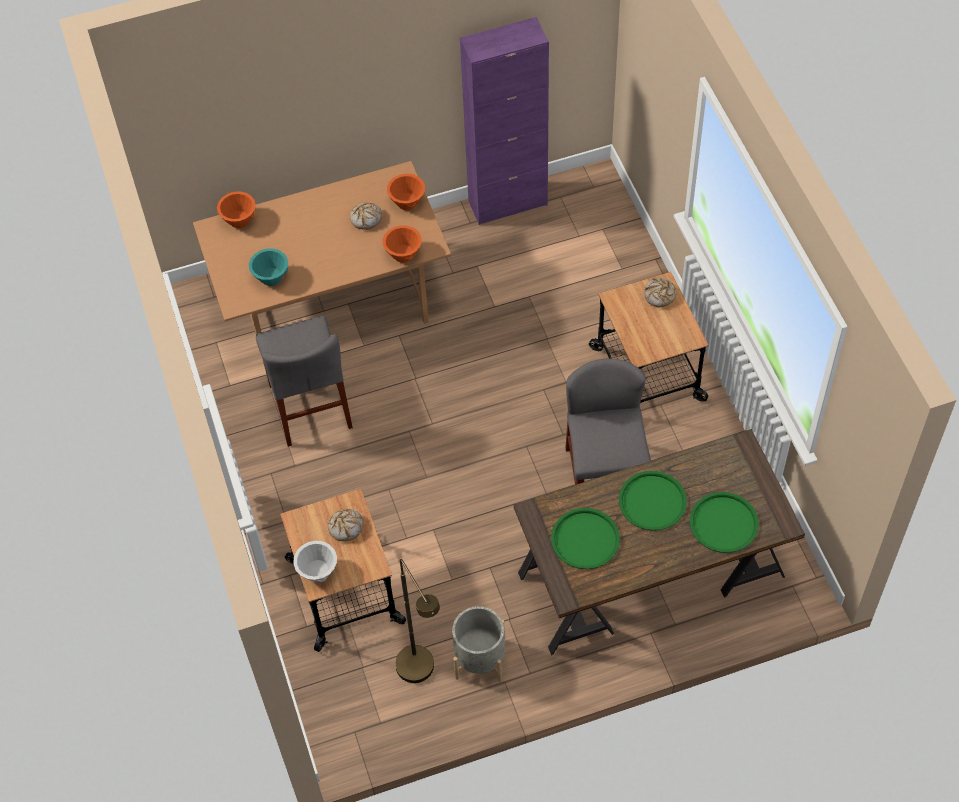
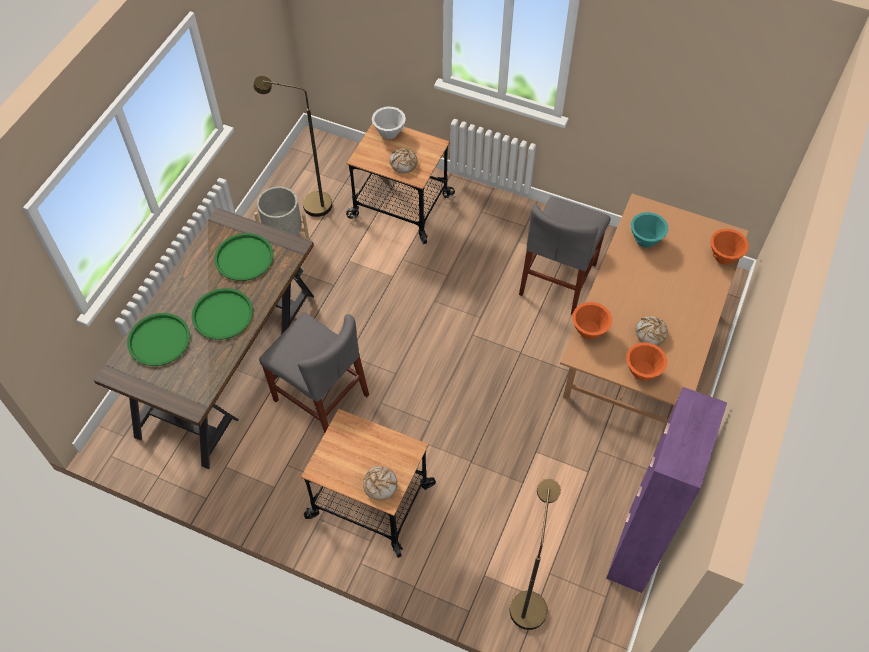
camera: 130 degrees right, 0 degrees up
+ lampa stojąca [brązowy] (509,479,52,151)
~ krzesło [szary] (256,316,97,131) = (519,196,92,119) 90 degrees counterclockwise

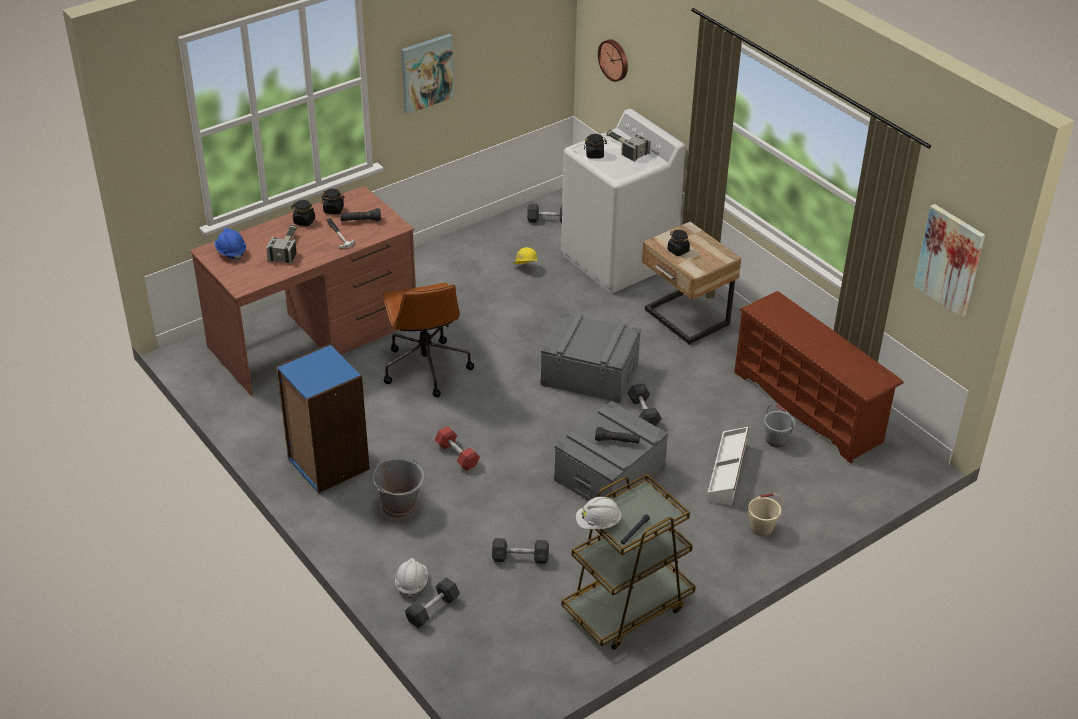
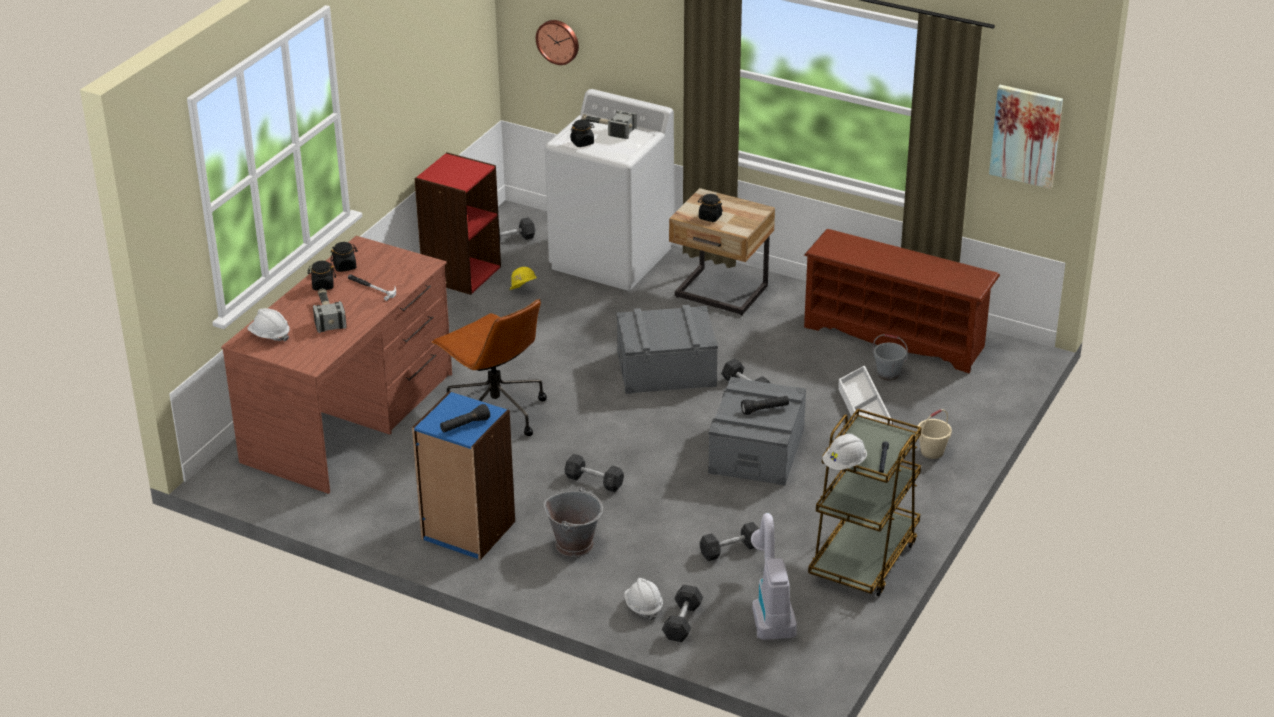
camera: 25 degrees left, 5 degrees down
- obraz (401,34,53,80)
+ regał [czerwony] (414,152,87,143)
+ odkurzacz (751,513,46,127)
~ latarka [czarny] (340,208,41,13) to (440,404,50,28)
~ kask [niebieski] (214,228,32,33) to kask [biały] (248,308,42,33)
~ hantel [czerwony] (434,426,46,45) to hantel [szary] (565,454,59,38)

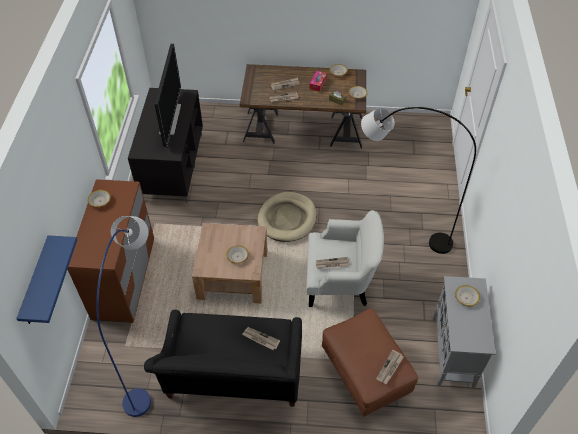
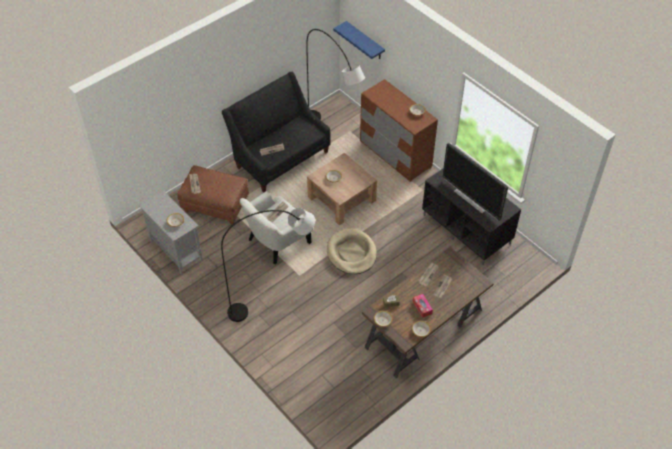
camera: 135 degrees right, 0 degrees up
~ lampa stojąca [niebieski] (96,216,55,201) to lampa stojąca [szary] (306,29,59,91)

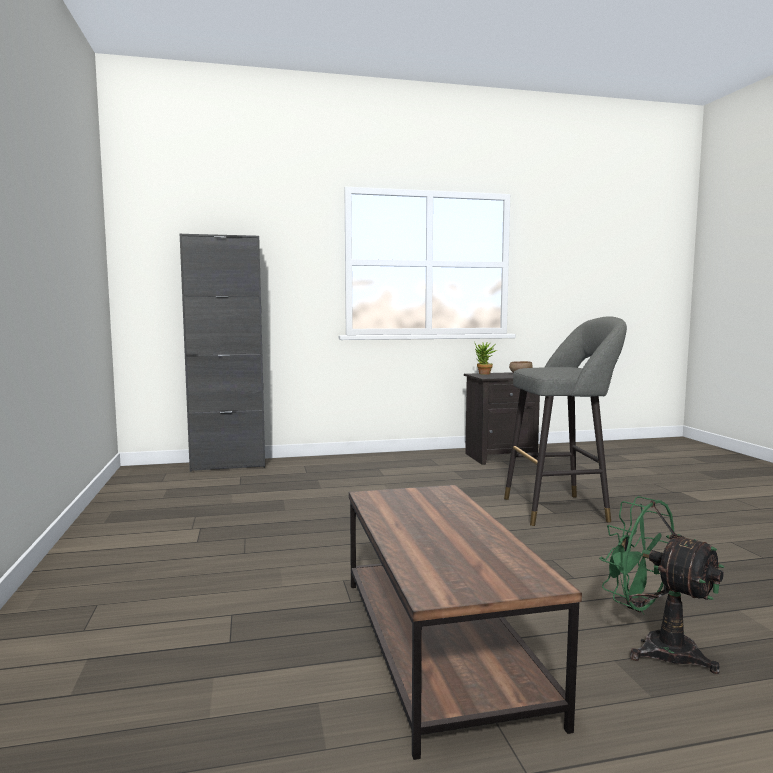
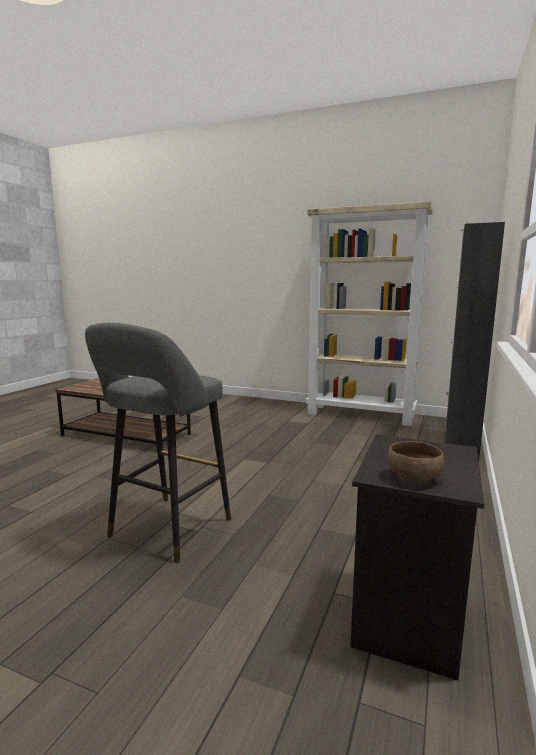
camera: 125 degrees right, 5 degrees up
- roślina doniczkowa (474,341,23,34)
- wentylator [zielony] (599,496,125,178)
+ regał [beżowy] (306,201,127,225)

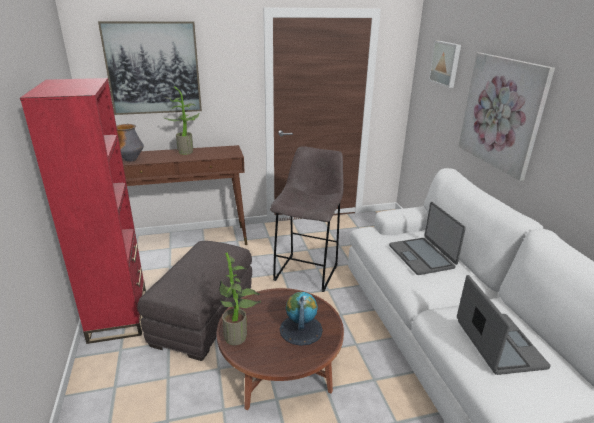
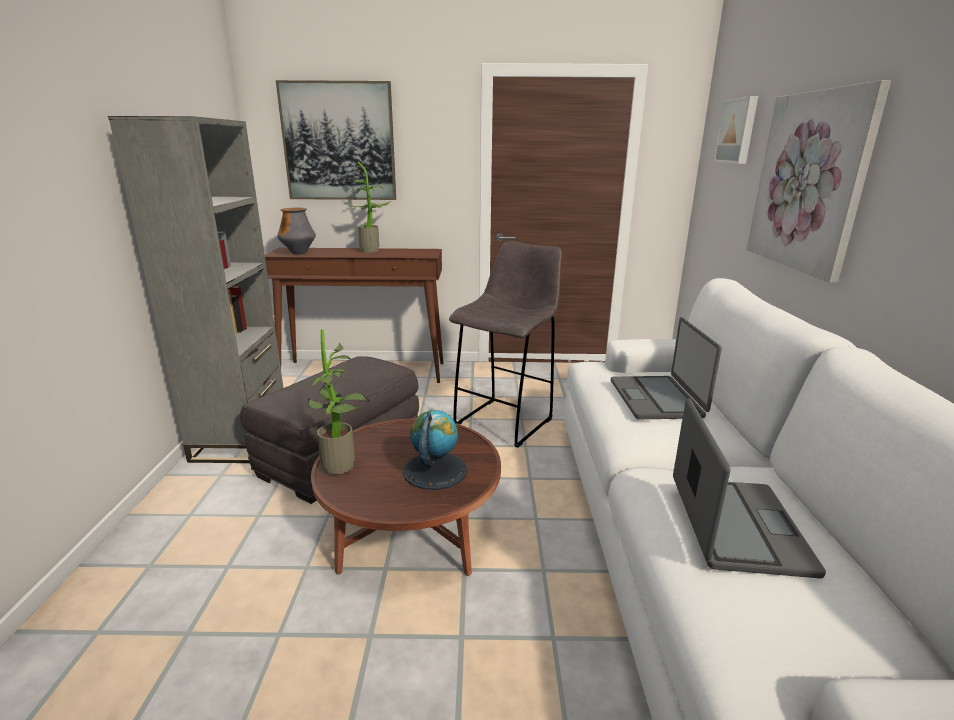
camera: 15 degrees right, 5 degrees down
~ regał [czerwony] (20,78,126,266) to regał [szary] (108,116,176,347)

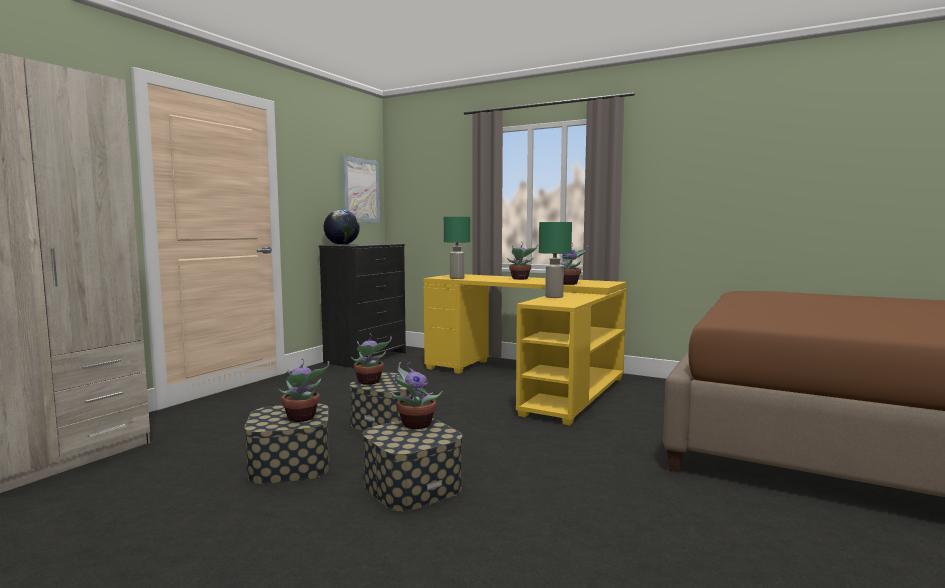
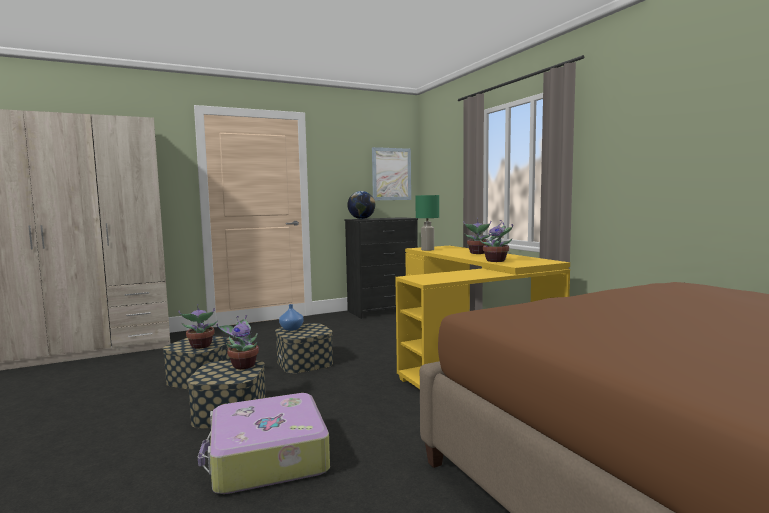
camera: 35 degrees right, 0 degrees up
- lampa stołowa [zielony] (539,222,33,76)
+ walizka (198,393,132,101)
~ roślina doniczkowa (351,334,41,51) to wazon [niebieski] (279,304,25,27)

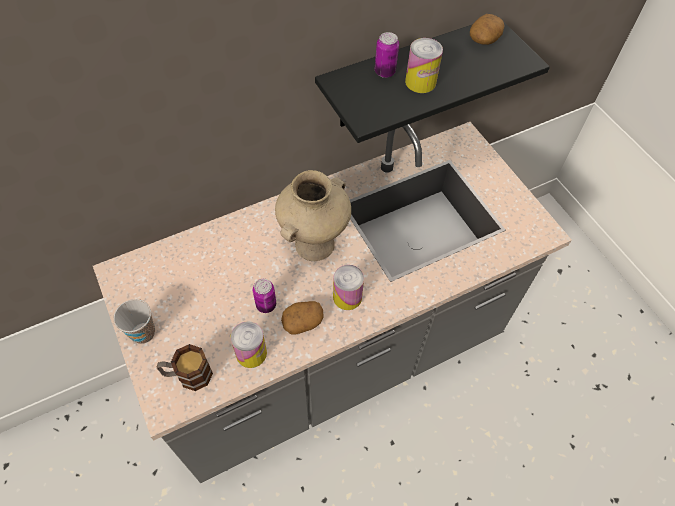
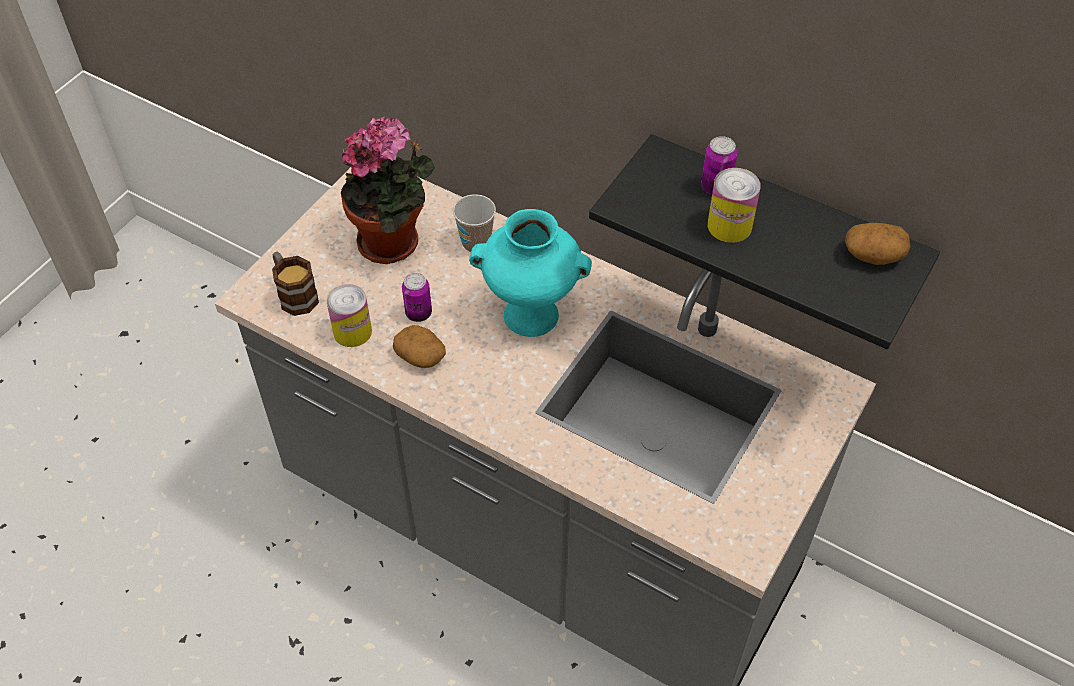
camera: 60 degrees right, 5 degrees down
- puszka (333,265,31,45)
+ roślina doniczkowa (341,116,94,148)
~ filiżanka (114,299,41,45) to (453,194,43,58)
~ wazon [beżowy] (275,170,76,91) to wazon [turkusowy] (469,209,123,128)

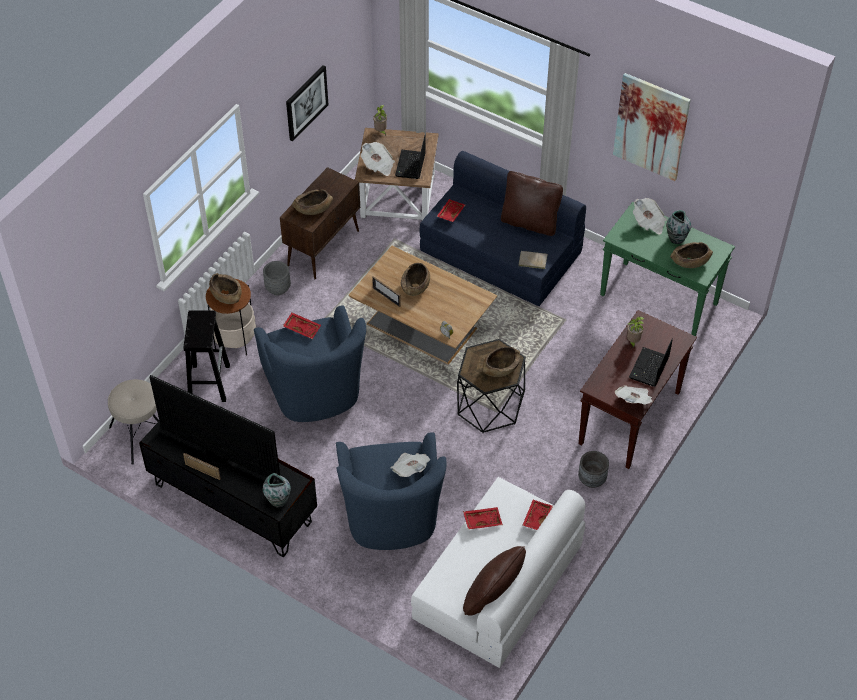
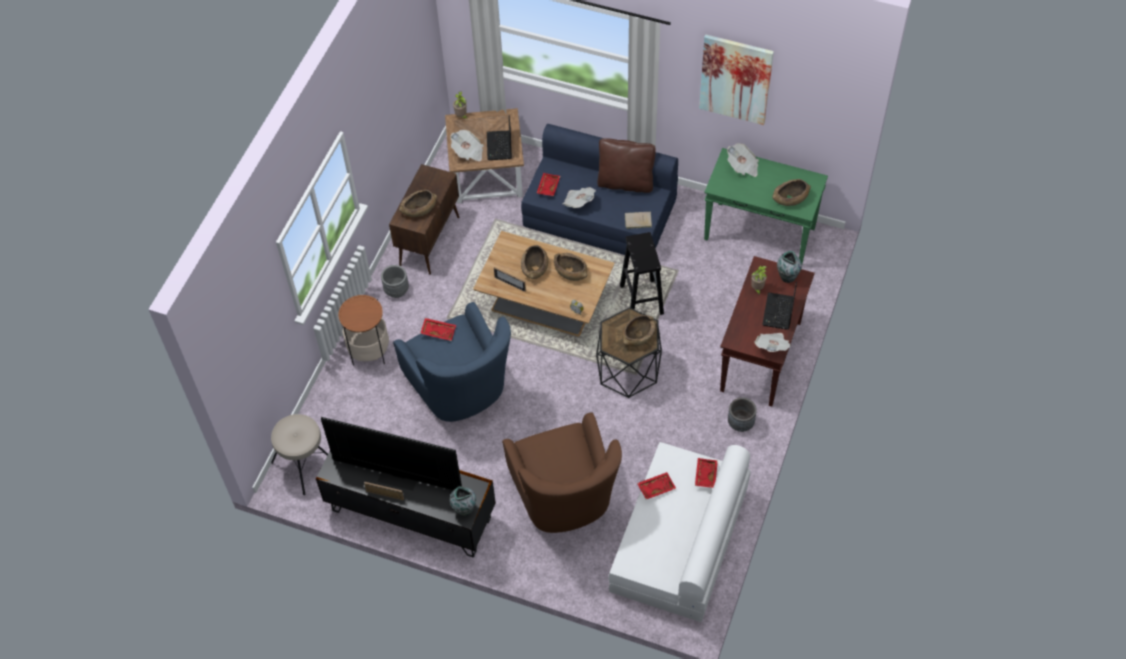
camera: 10 degrees left, 5 degrees up
- obraz (286,65,43,77)
- poduszka [brązowy] (463,546,63,70)
~ stołek [czarny] (183,310,47,92) to (620,232,44,83)
~ miska [brązowy] (209,273,33,31) to (554,253,33,28)
~ gazeta (391,453,39,24) to (563,187,33,21)
~ wazon (666,210,25,34) to (777,251,25,32)
~ fotel [niebieski] (336,432,110,118) to fotel [brązowy] (502,413,120,120)

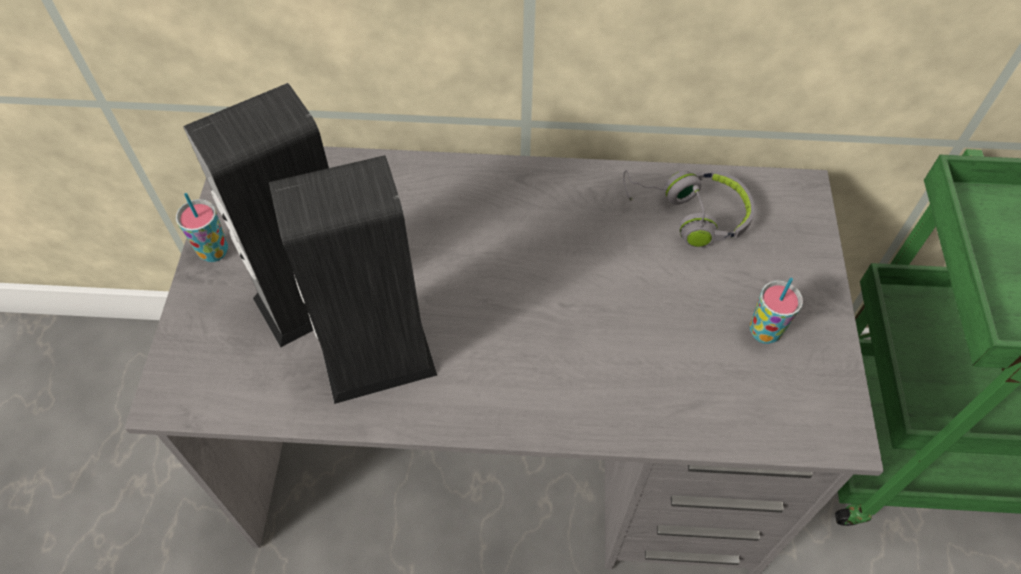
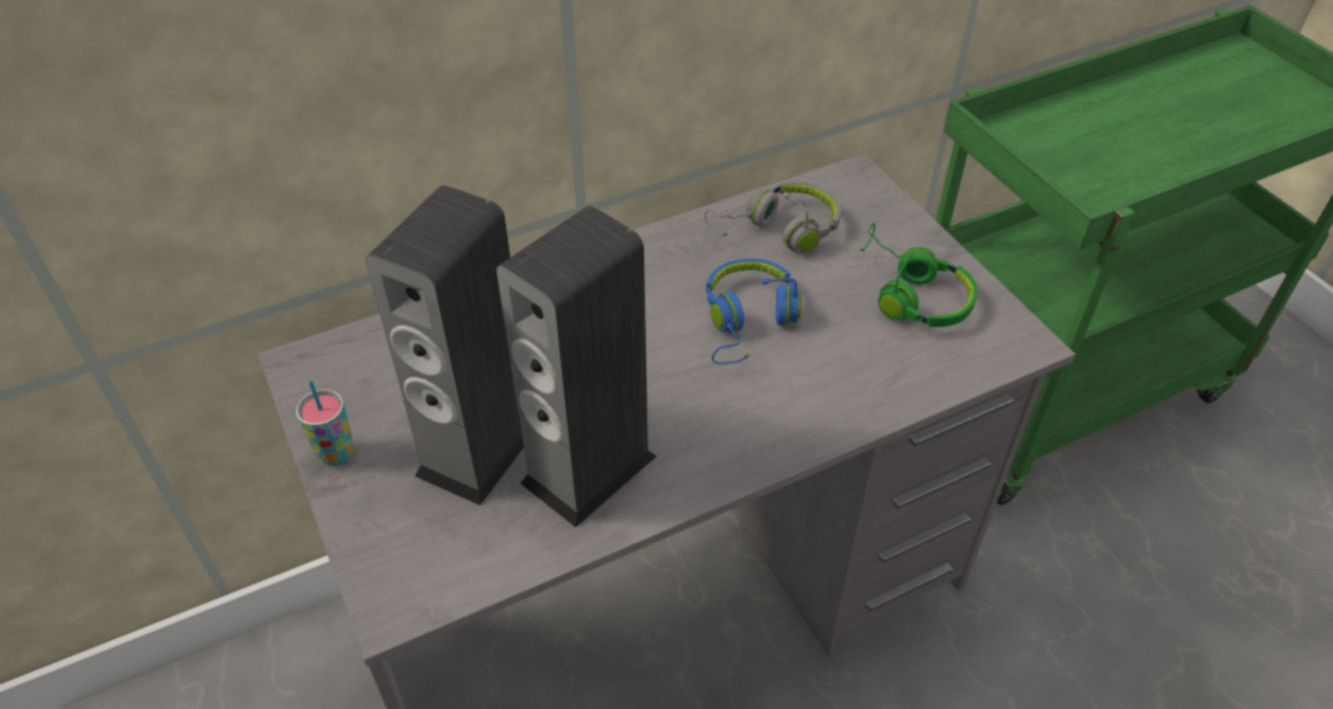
camera: 30 degrees left, 10 degrees down
+ słuchawki [niebieski] (706,258,95,106)
~ filiżanka (750,278,53,66) to słuchawki [zielony] (859,223,119,104)

